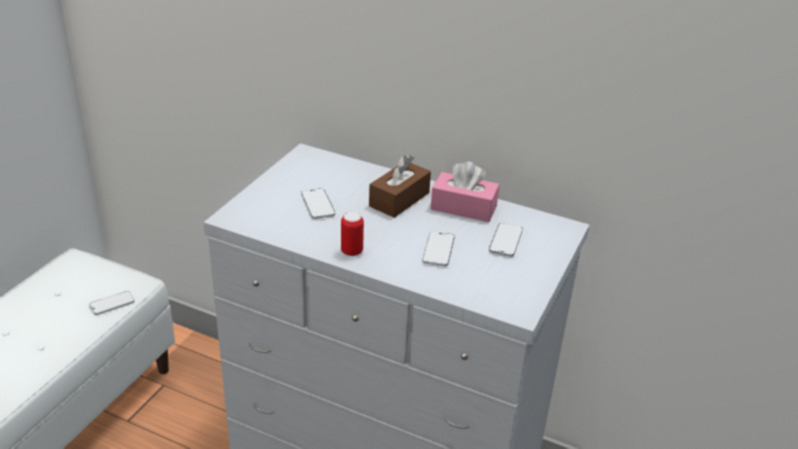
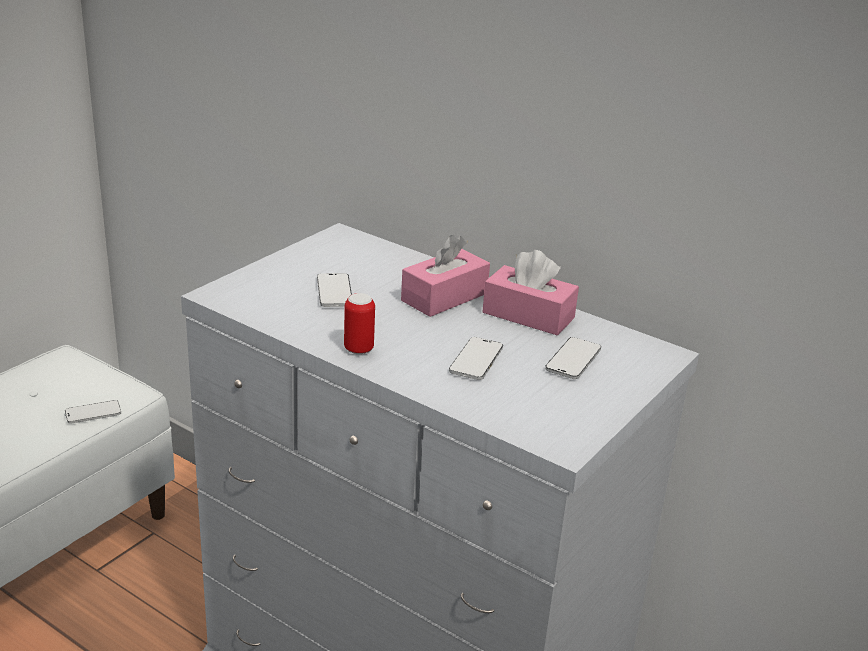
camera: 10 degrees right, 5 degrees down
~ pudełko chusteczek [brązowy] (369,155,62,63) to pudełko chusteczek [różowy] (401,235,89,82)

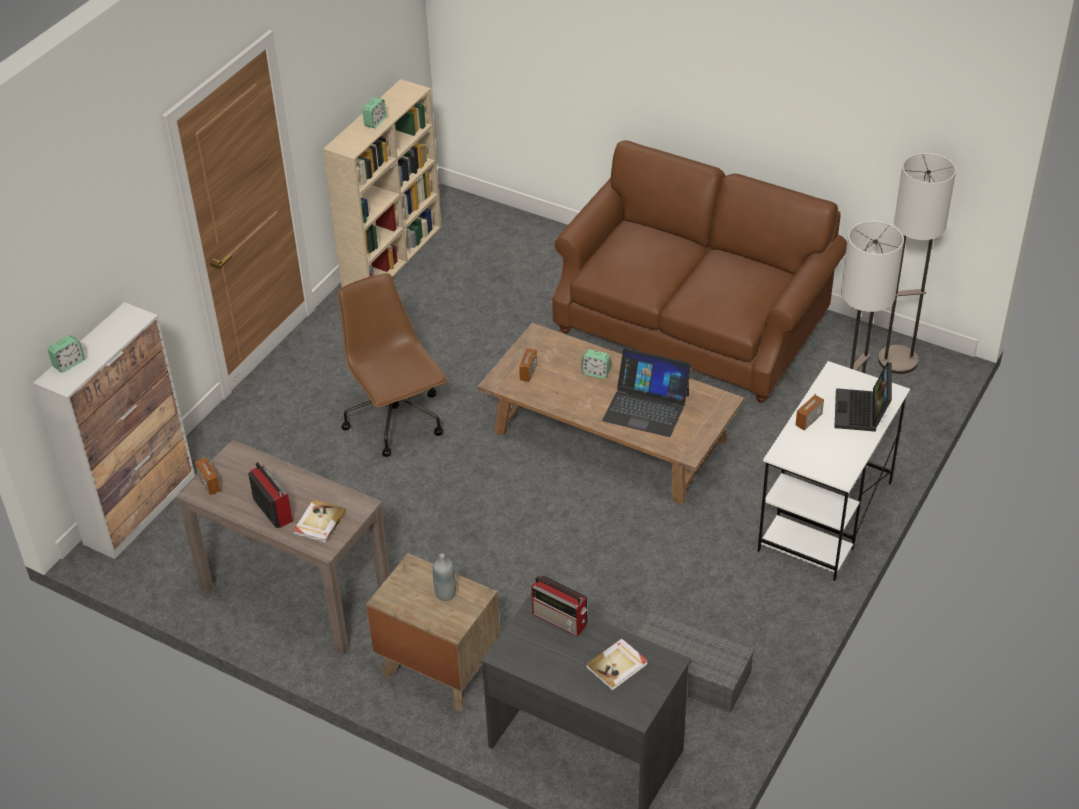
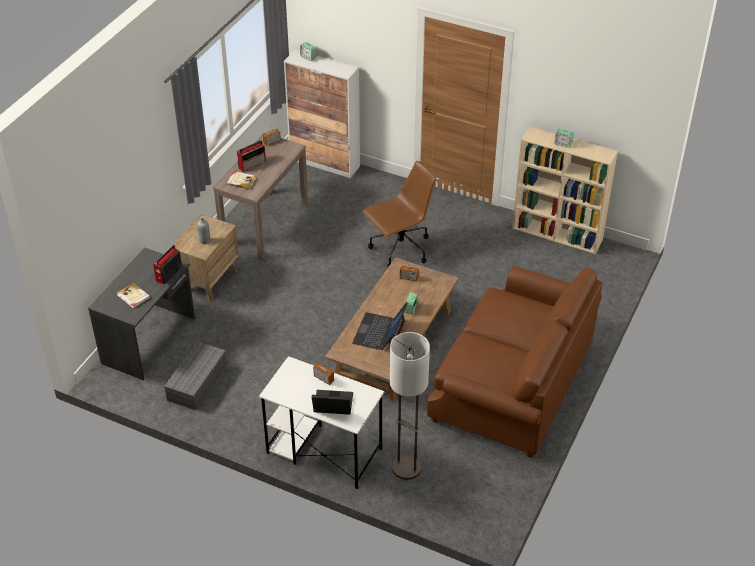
camera: 85 degrees right, 0 degrees up
- lampa stojąca (878,153,78,221)

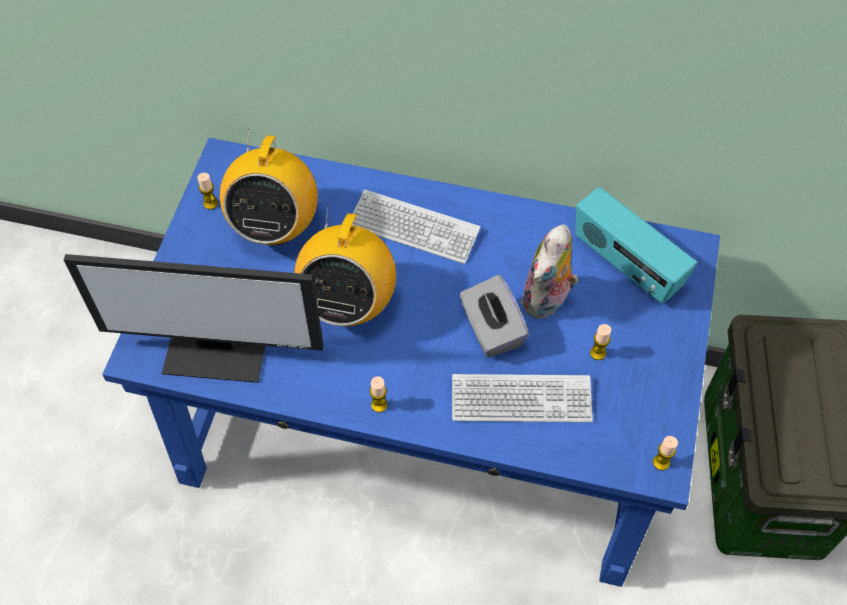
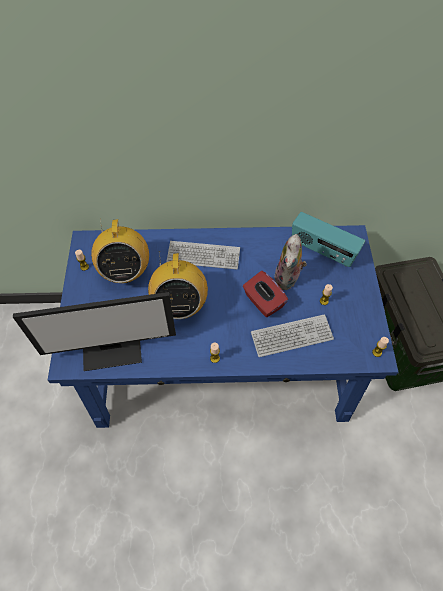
camera: 15 degrees left, 0 degrees up
~ pudełko chusteczek [szary] (460,275,69,82) to pudełko chusteczek [czerwony] (243,271,45,46)

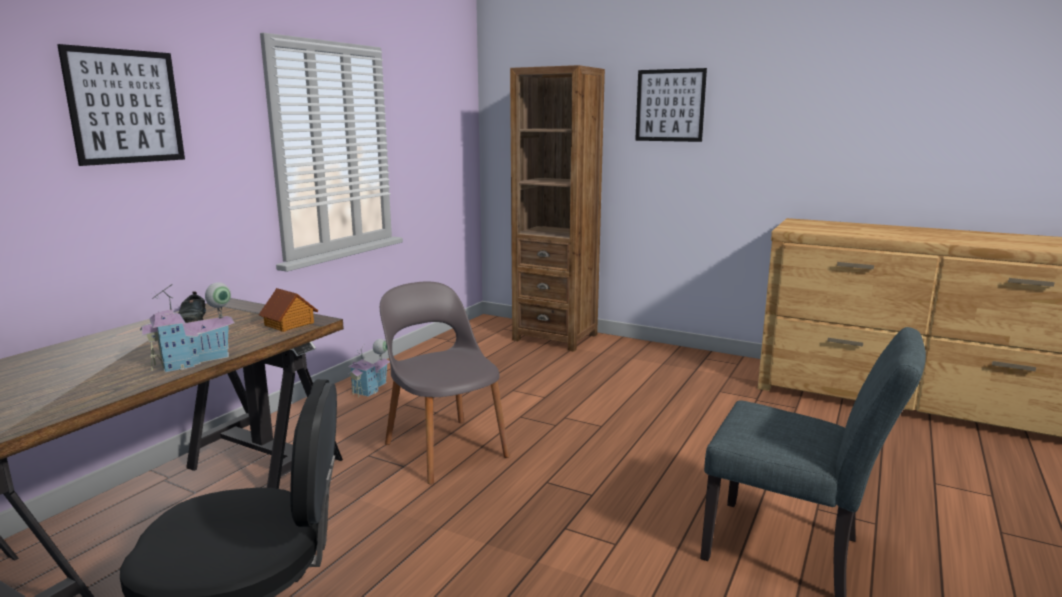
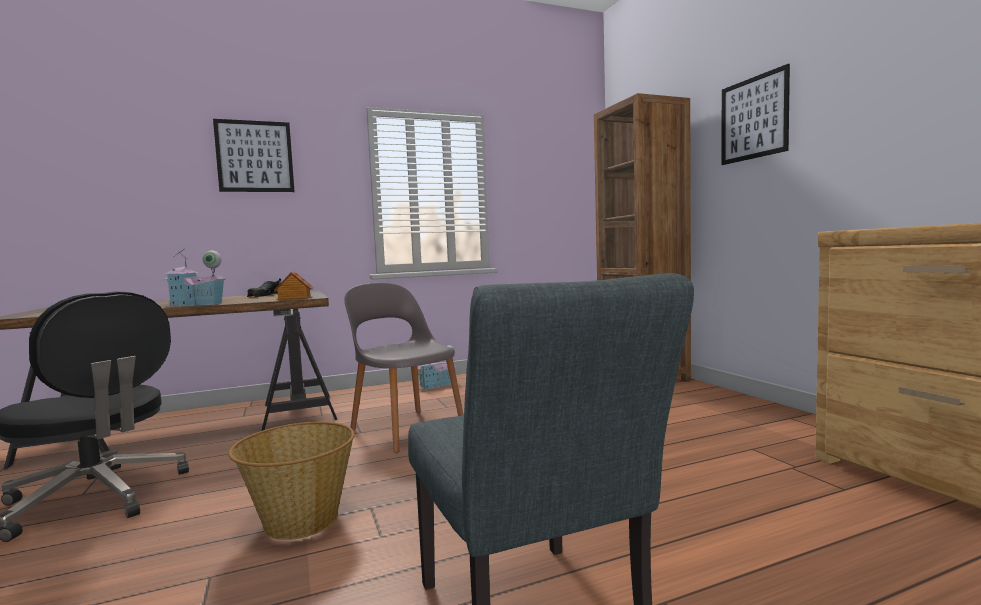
camera: 40 degrees right, 10 degrees down
+ koszyk (228,422,127,118)
~ krzesło [szary] (380,281,130,203) = (345,283,119,170) 45 degrees counterclockwise

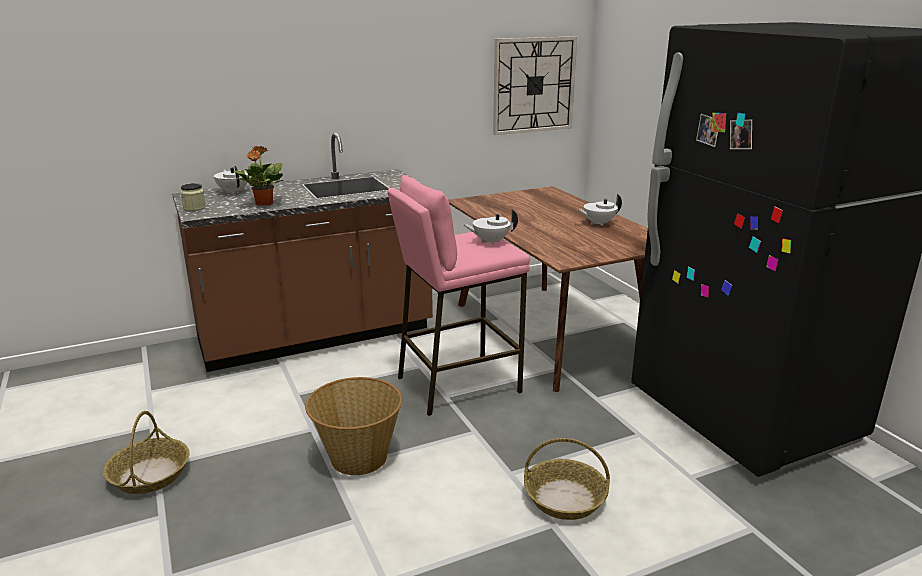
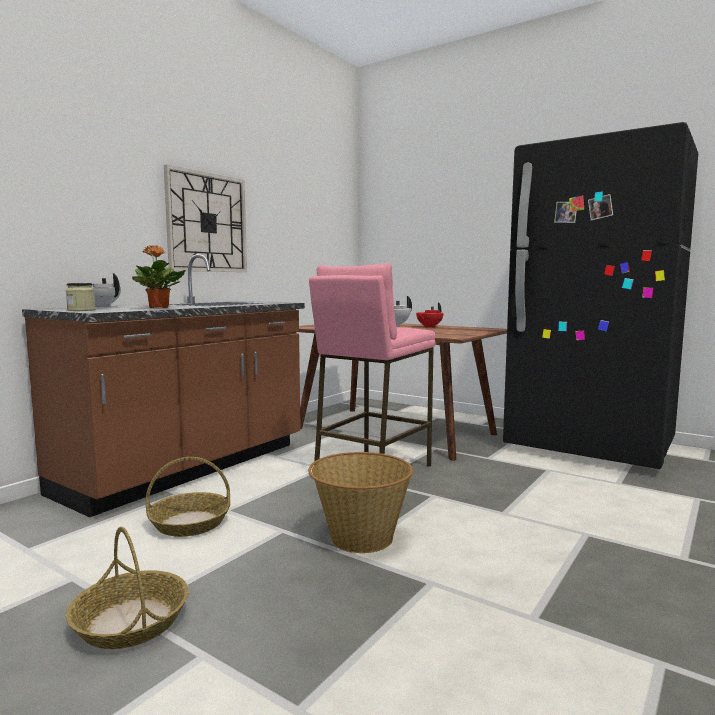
camera: 30 degrees left, 15 degrees down
~ zegar ścienny (493,36,84,99) to (164,165,83,107)
~ koszyk (524,438,86,82) to (146,457,84,80)
~ imbryk [biały] (577,194,45,32) to imbryk [czerwony] (416,303,28,25)

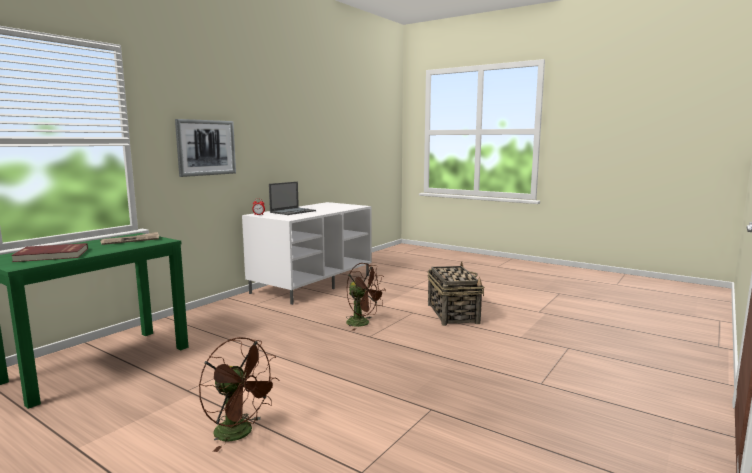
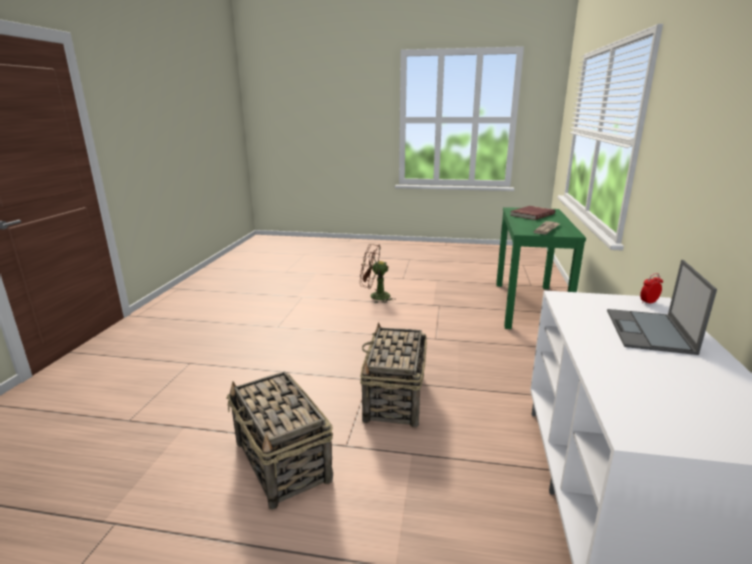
camera: 155 degrees right, 10 degrees up
- obraz (175,119,61,58)
~ wentylator [brązowy] (346,263,40,68) to koszyk (360,322,67,106)

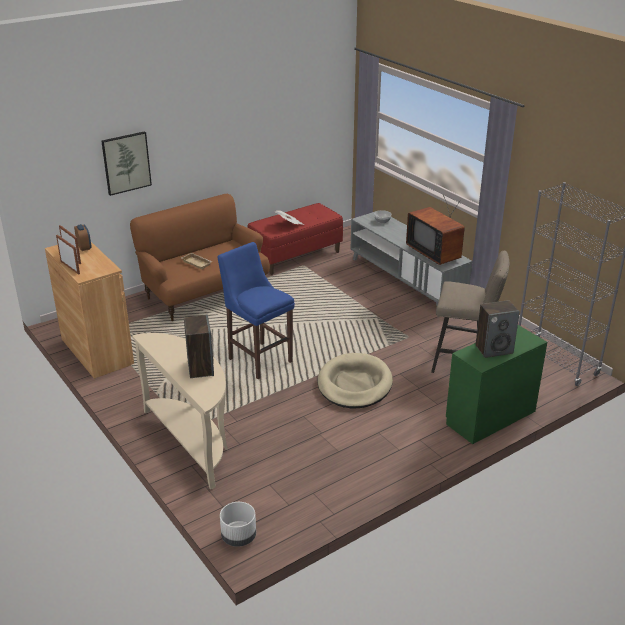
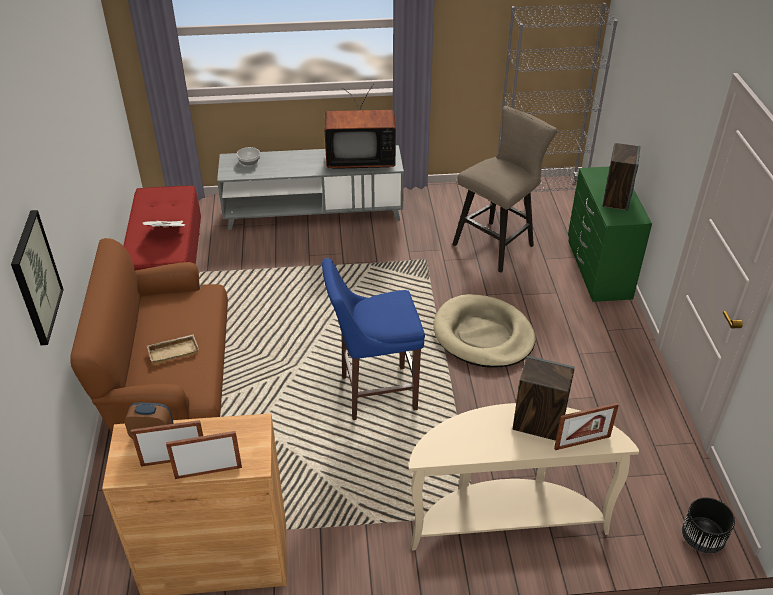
camera: 60 degrees left, 10 degrees up
+ ramka na zdjęcie (554,403,65,47)
~ donica [biały] (220,502,36,45) to donica [czarny] (682,497,53,57)

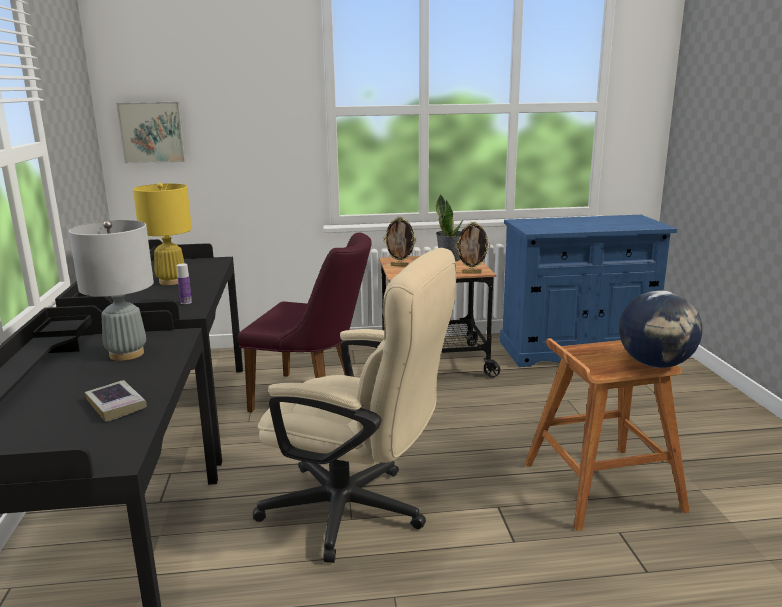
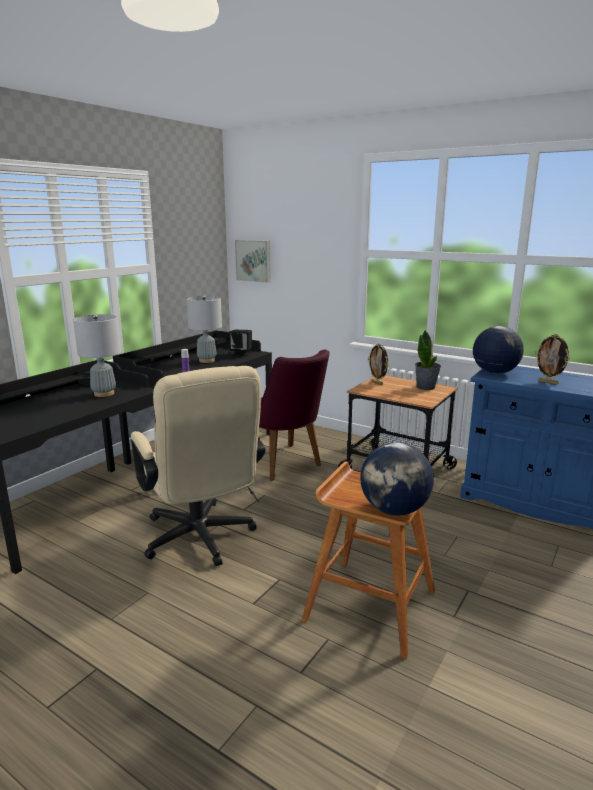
camera: 40 degrees right, 0 degrees up
- książka (85,380,62,42)
+ głośnik [czarny] (229,330,23,26)
+ globus (473,326,51,48)
~ ramka na zdjęcie (456,222,34,52) to (535,333,35,52)
~ lampa stołowa [żółty] (133,183,59,102) to lampa stołowa [szary] (187,295,35,68)

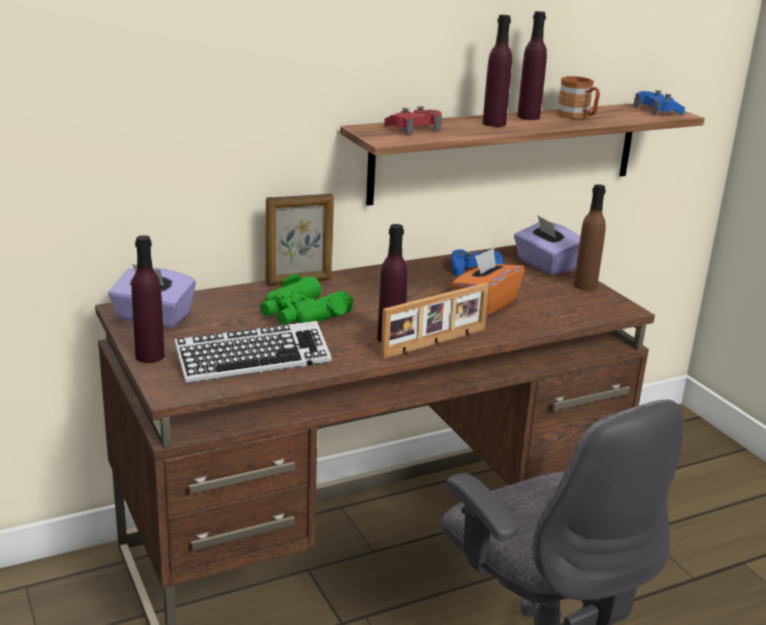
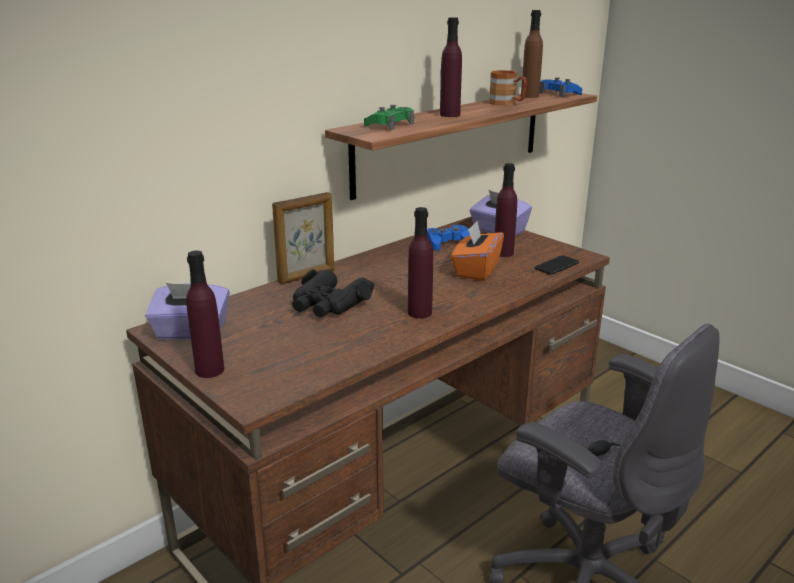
camera: 15 degrees left, 0 degrees up
- klawiatura (174,321,158,63)
- ramka na zdjęcie (380,283,109,76)
+ telefon (534,255,45,20)
~ butelka [fioletowy] (517,11,30,109) to (495,163,22,94)
~ butelka [brązowy] (574,184,32,106) to (521,10,22,88)
~ lornetka [zielony] (260,274,94,51) to lornetka [czarny] (292,269,82,48)
~ pad do gier [czerwony] (384,106,58,29) to pad do gier [zielony] (364,105,50,25)

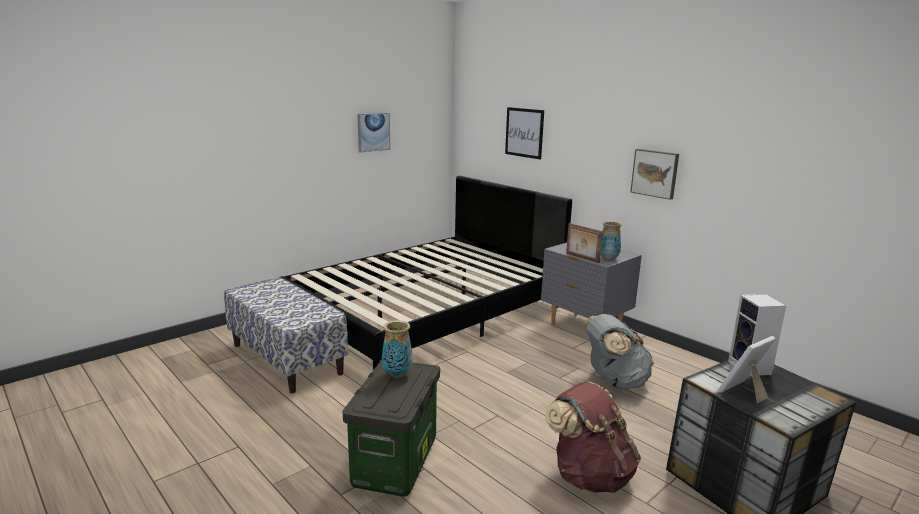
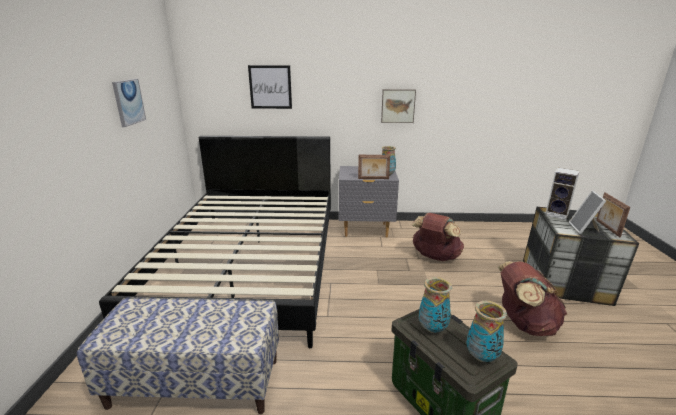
camera: 45 degrees left, 5 degrees up
+ wazon (466,301,41,61)
+ ramka na zdjęcie (596,192,34,46)
~ plecak [szary] (583,314,71,76) to plecak [brązowy] (411,213,53,48)

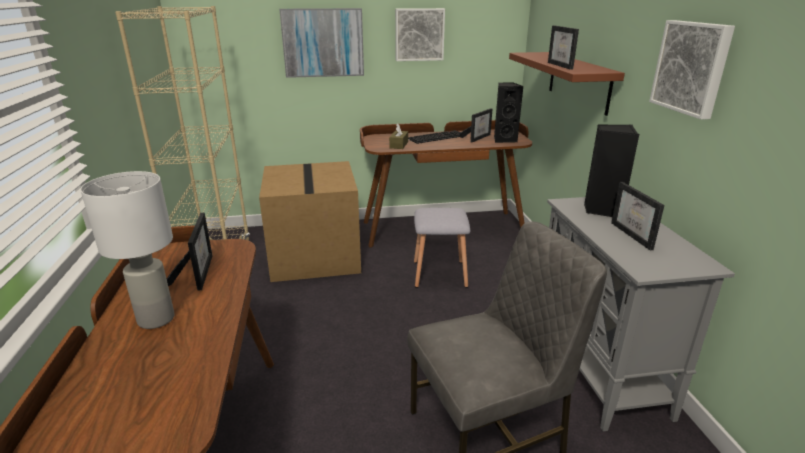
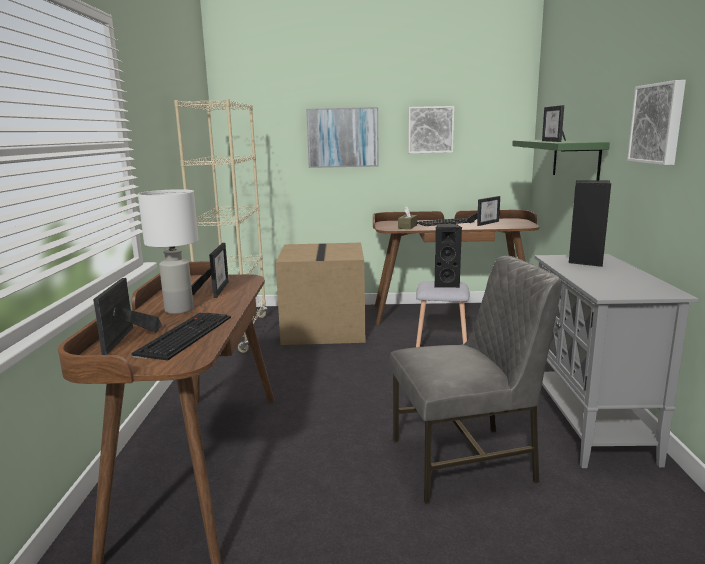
camera: 10 degrees right, 10 degrees down
+ klawiatura (131,313,100,48)
~ głośnik [czarny] (494,82,30,61) to (435,223,27,65)
~ ramka na zdjęcie (611,182,53,68) to (93,278,69,77)
~ półka [brązowy] (509,52,116,64) to półka [zielony] (512,140,98,40)

